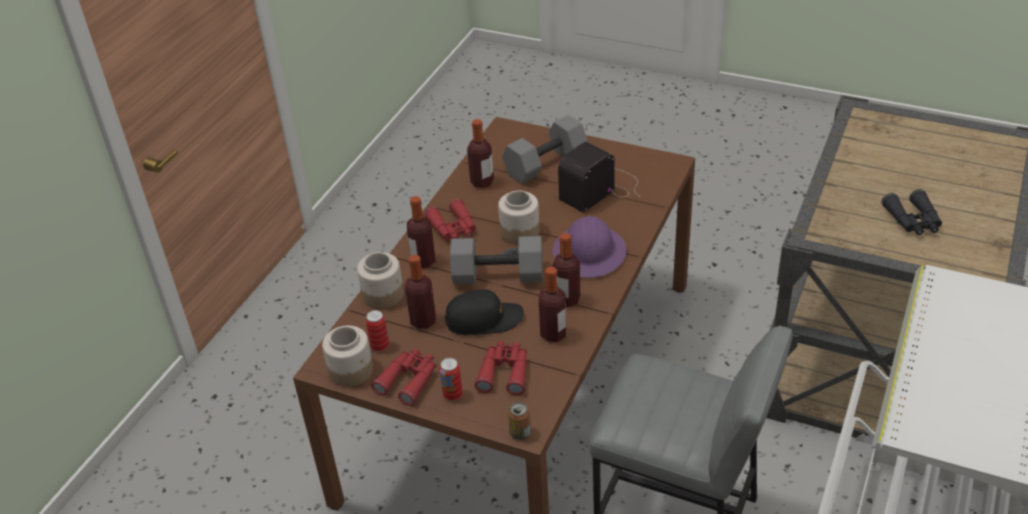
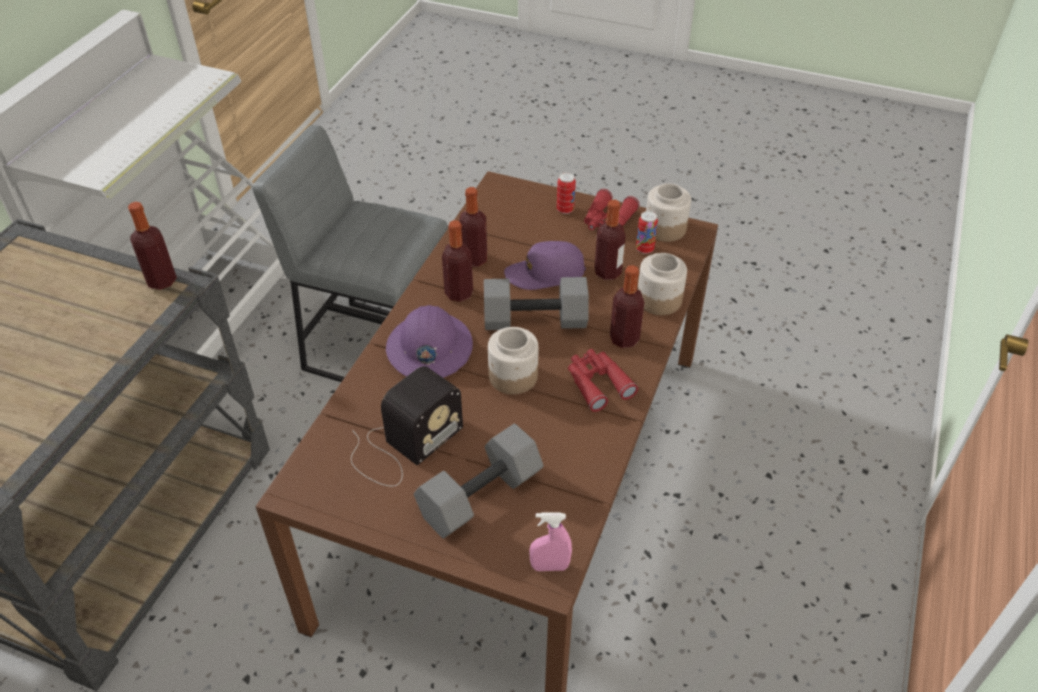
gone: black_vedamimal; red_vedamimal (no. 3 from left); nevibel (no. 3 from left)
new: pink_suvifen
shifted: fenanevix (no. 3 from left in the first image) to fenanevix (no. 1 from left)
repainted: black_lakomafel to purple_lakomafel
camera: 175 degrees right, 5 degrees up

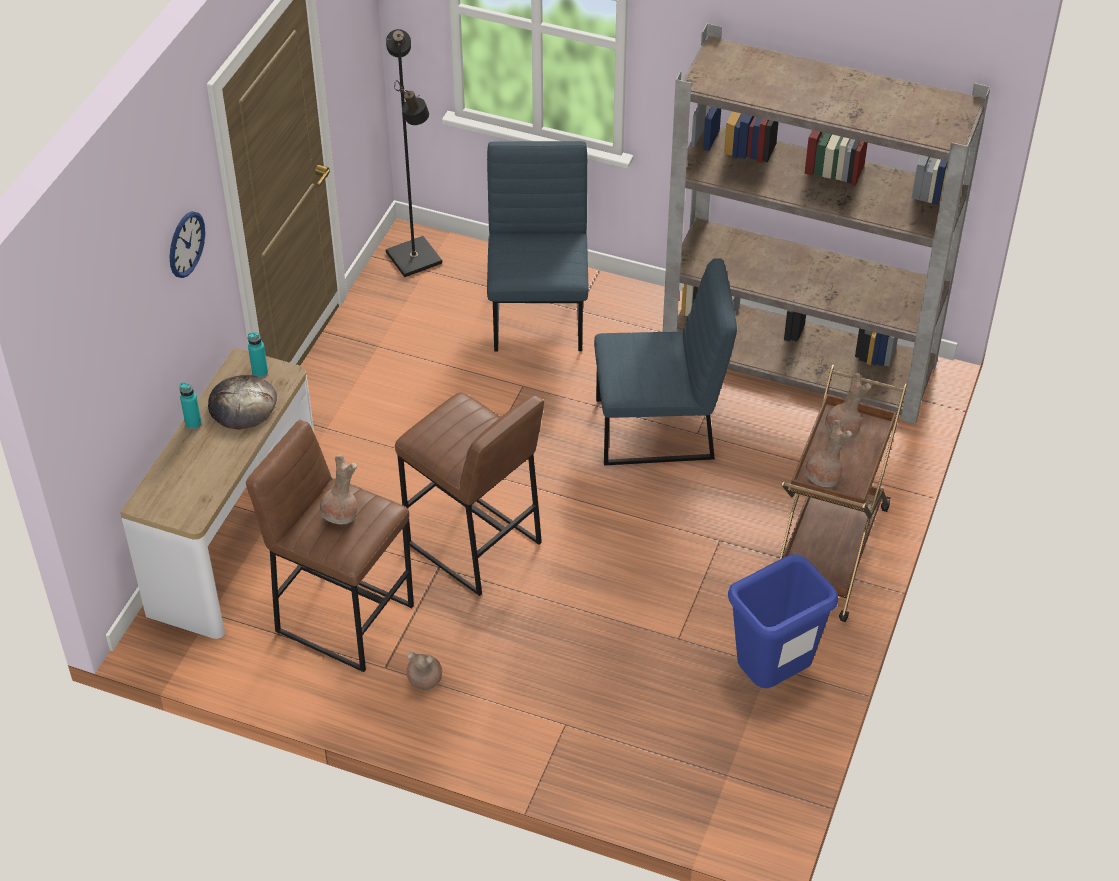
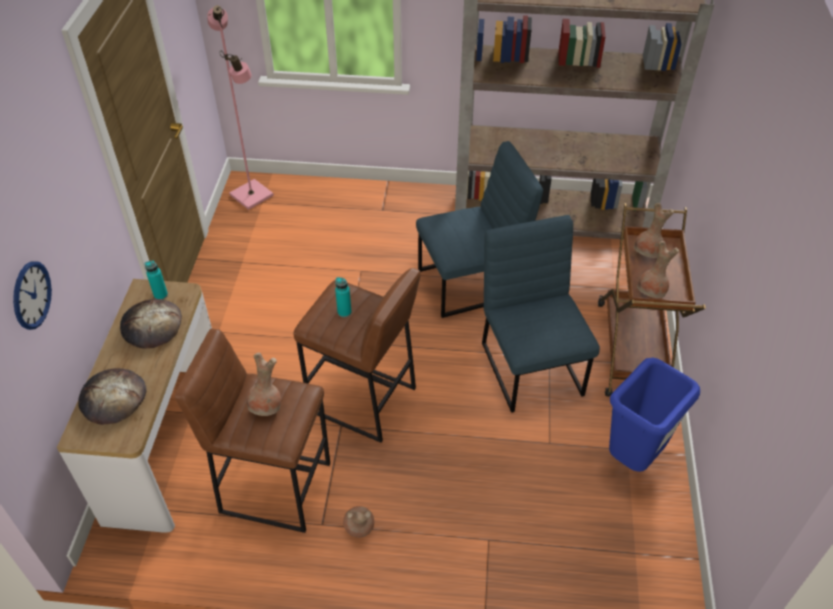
new: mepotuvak (no. 1 from left)
shifted: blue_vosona (no. 1 from left in the first image) to blue_vosona (no. 2 from left); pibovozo; turquoise_fenanevix (no. 1 from left in the first image) to turquoise_fenanevix (no. 2 from left)
repainted: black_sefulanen to pink_sefulanen
camera: 15 degrees left, 0 degrees up

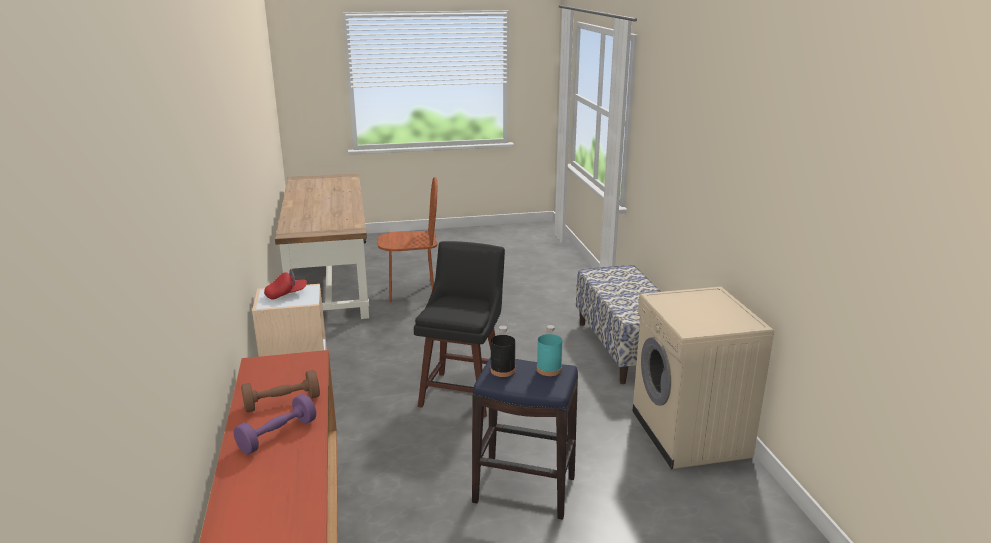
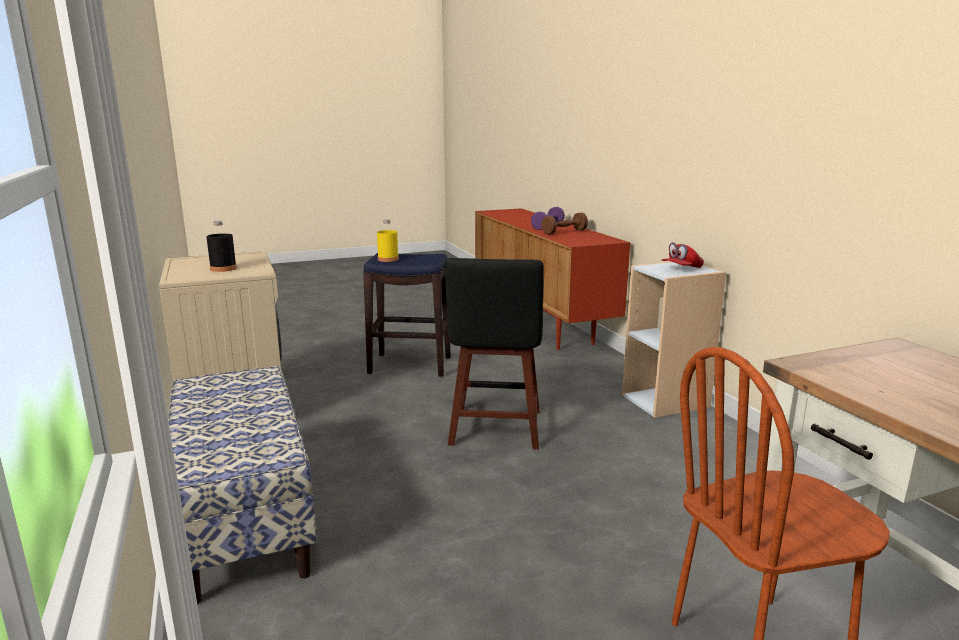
shifted: black_fenanevix
repainted: turquoise_fenanevix to yellow_fenanevix
camera: 170 degrees right, 5 degrees down

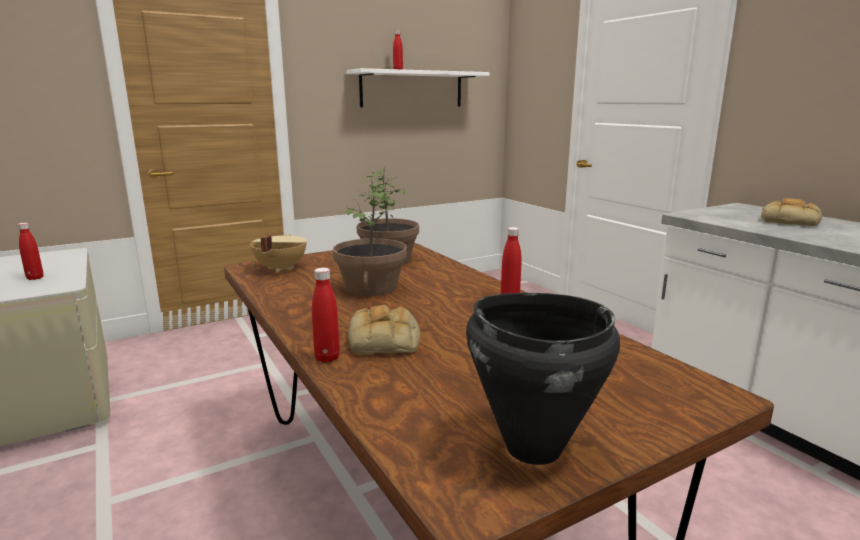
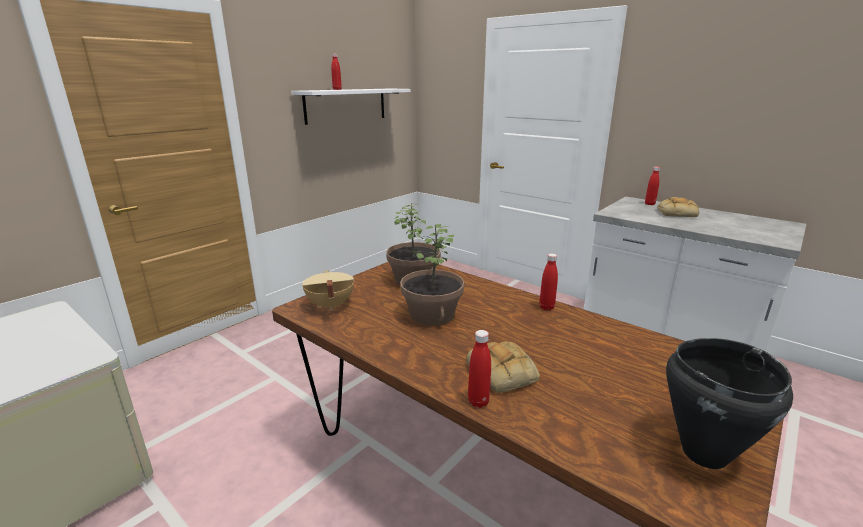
shifted: red_fenanevix (no. 1 from left in the first image) to red_fenanevix (no. 4 from left)
camera: 20 degrees left, 5 degrees up

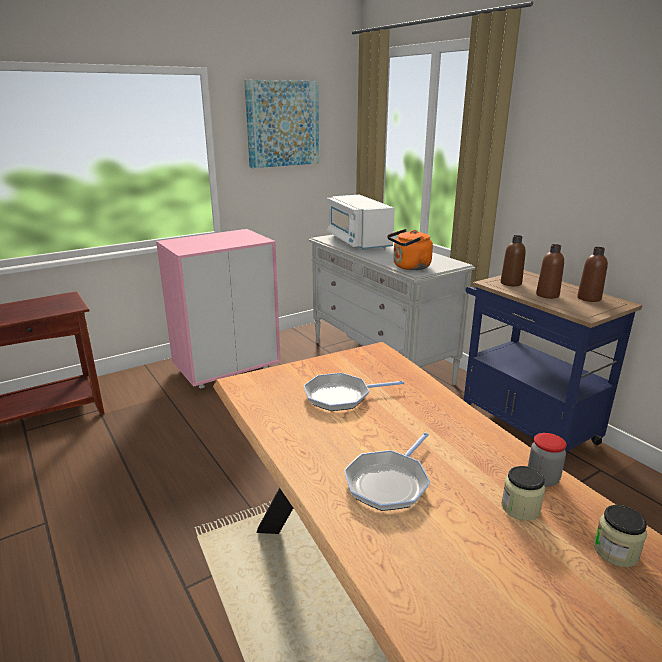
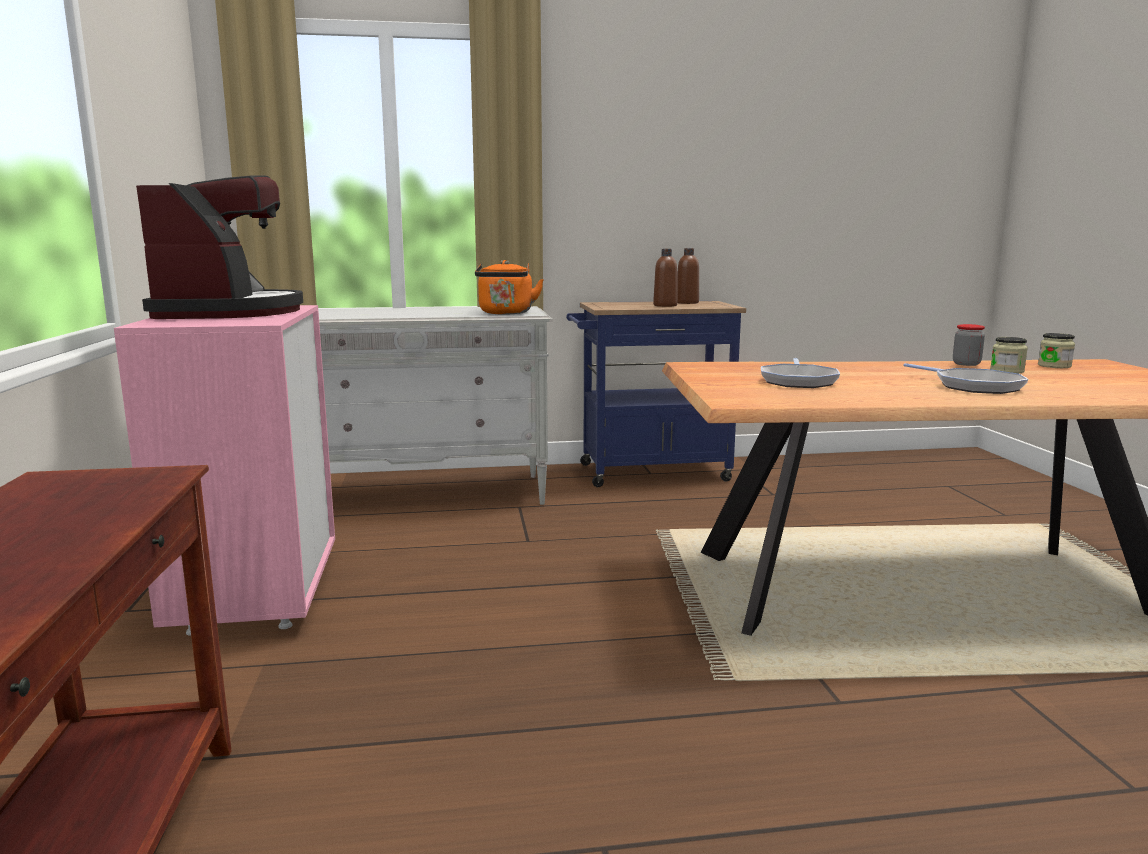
gone: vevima; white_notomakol; brown_fenanevix (no. 1 from left)
new: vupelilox
camera: 65 degrees left, 10 degrees down

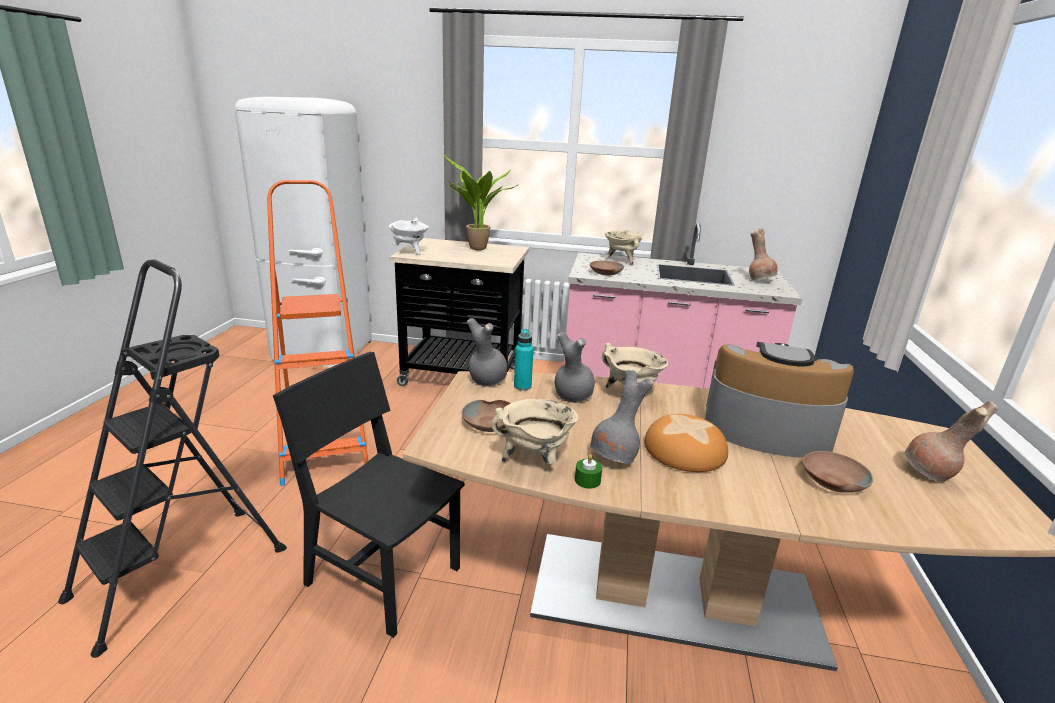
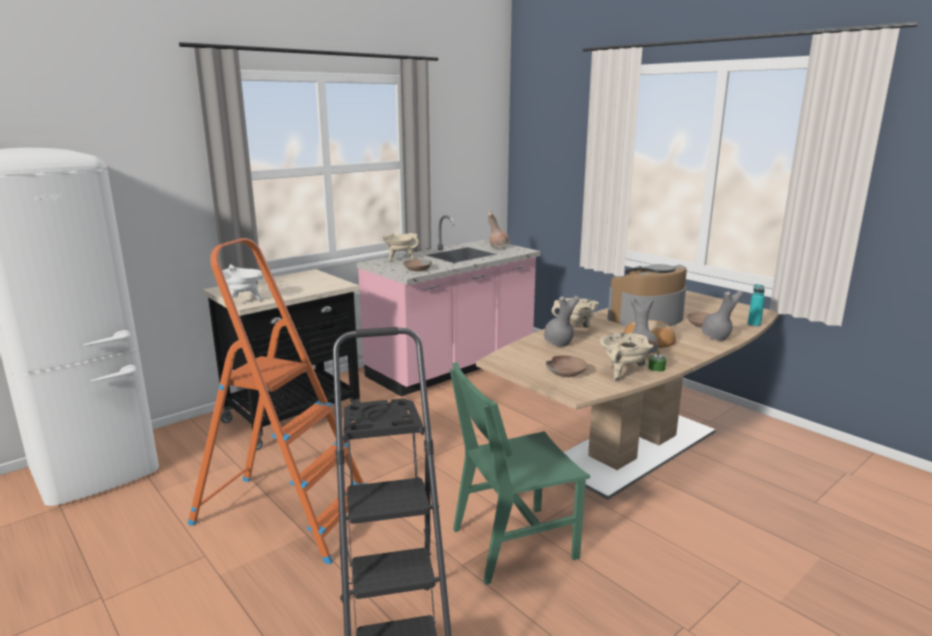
gone: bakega; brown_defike (no. 2 from left)
shifted: grey_defike (no. 1 from left in the first image) to grey_defike (no. 3 from left); turquoise_fenanevix
repainted: black_vosona to green_vosona
camera: 50 degrees left, 5 degrees down

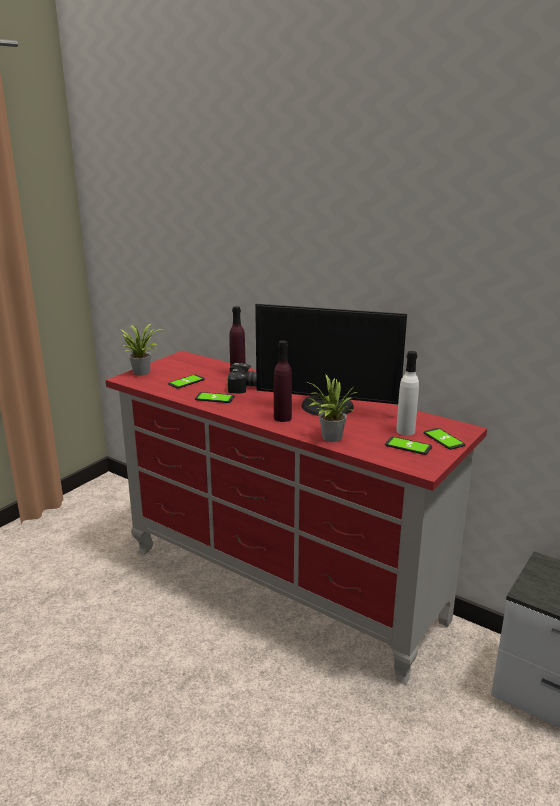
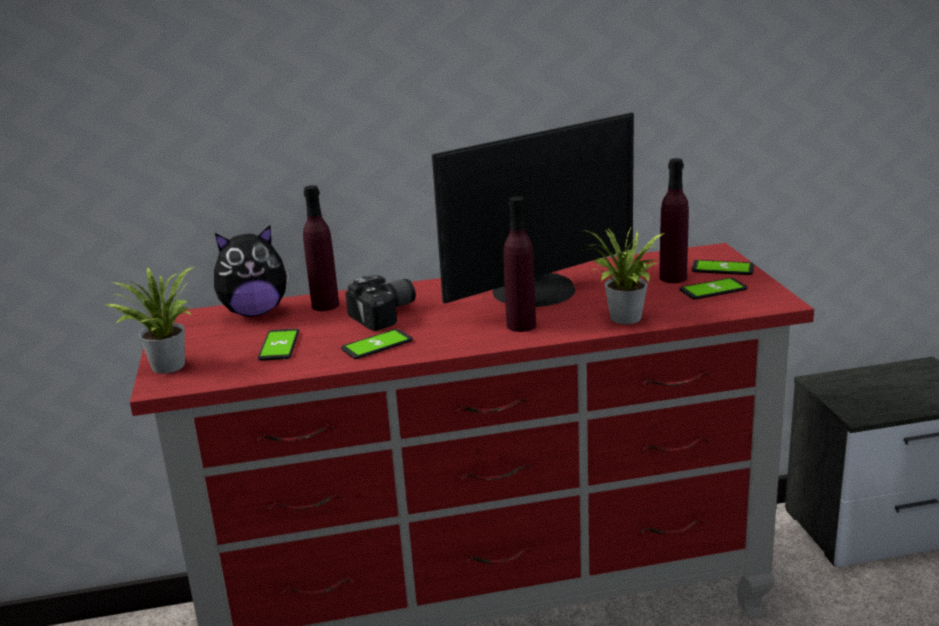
new: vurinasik
repainted: white_fenanevix to purple_fenanevix (no. 3 from left)
camera: 45 degrees left, 0 degrees up

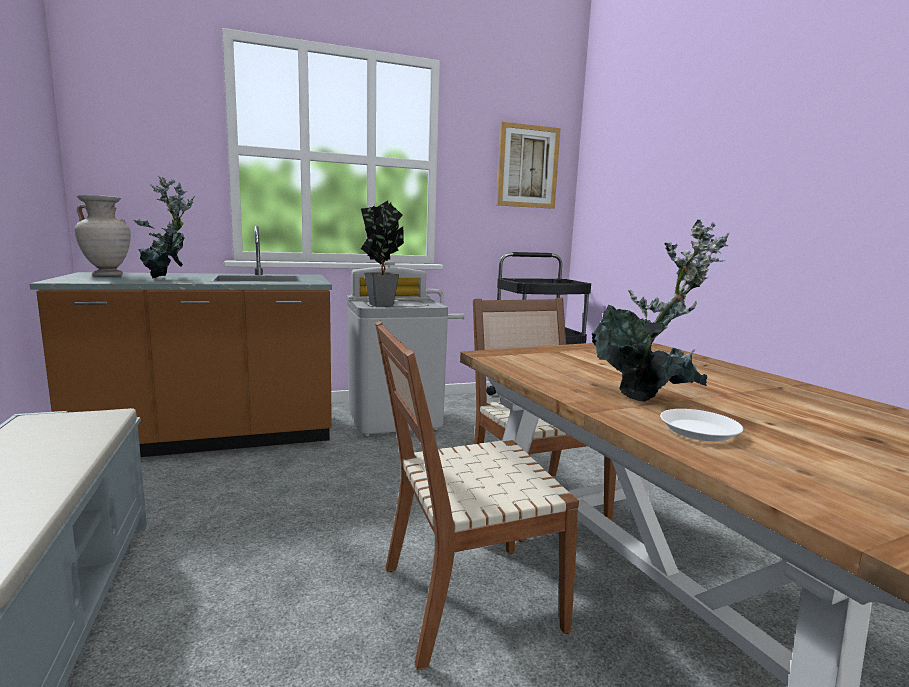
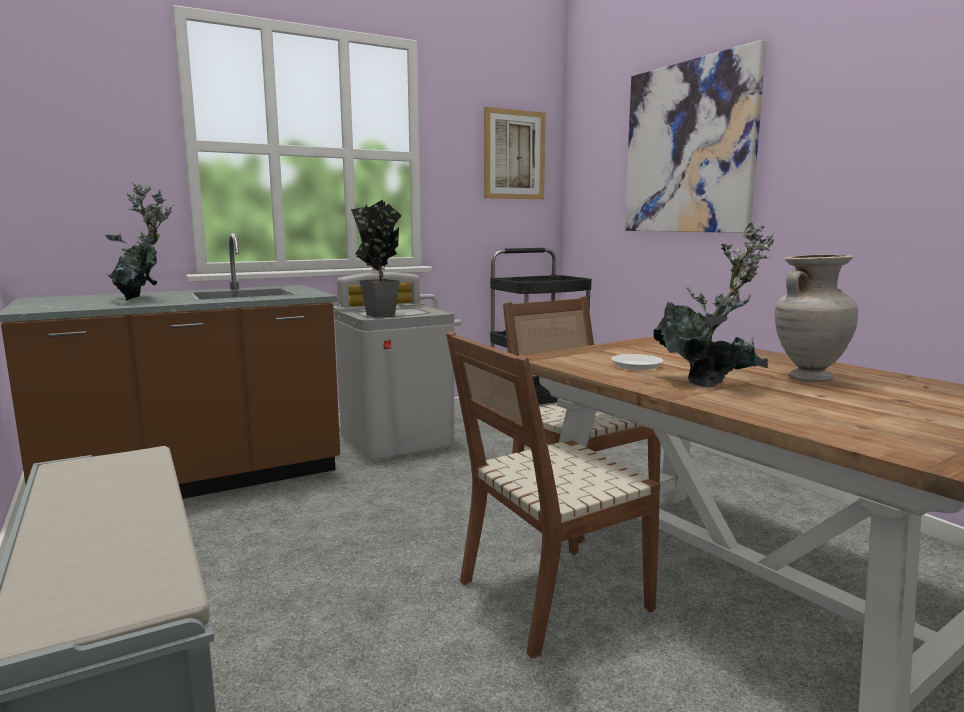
new: vevima (no. 2 from left)
shifted: beige_defike; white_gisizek
camera: 10 degrees left, 0 degrees up

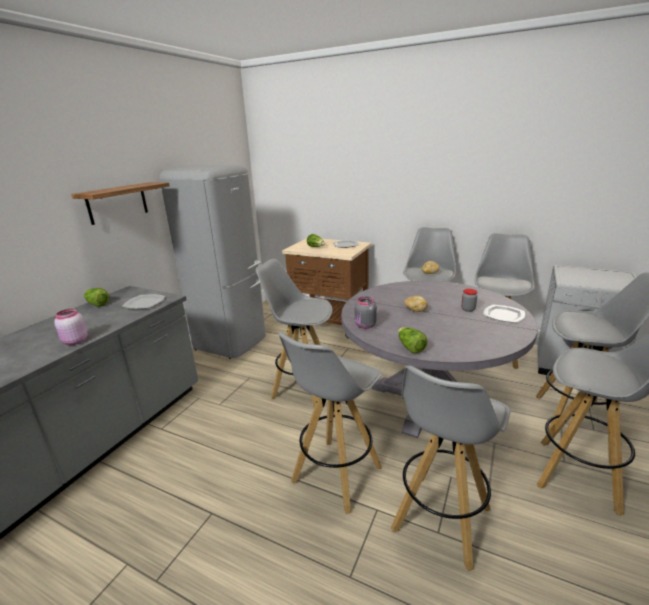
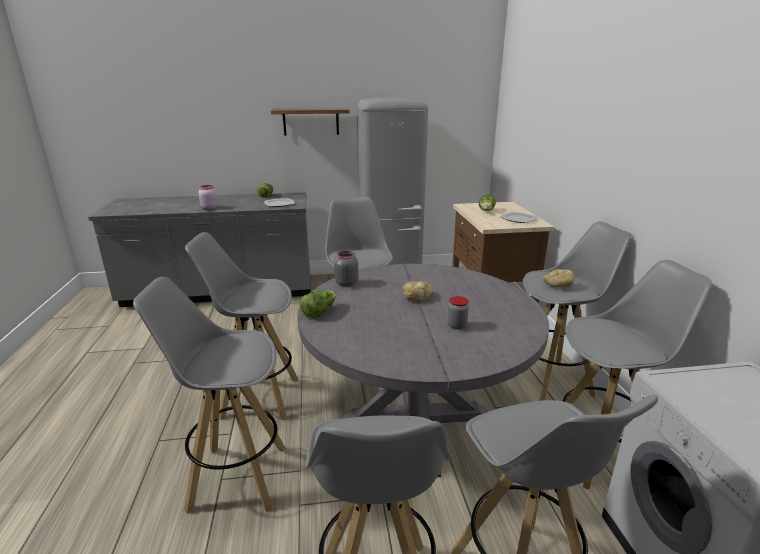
gone: gisizek (no. 3 from left)
camera: 55 degrees right, 0 degrees up

